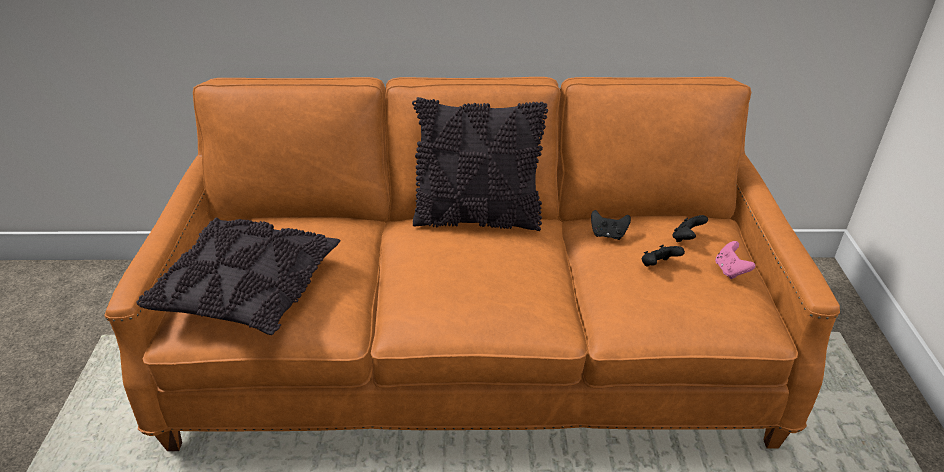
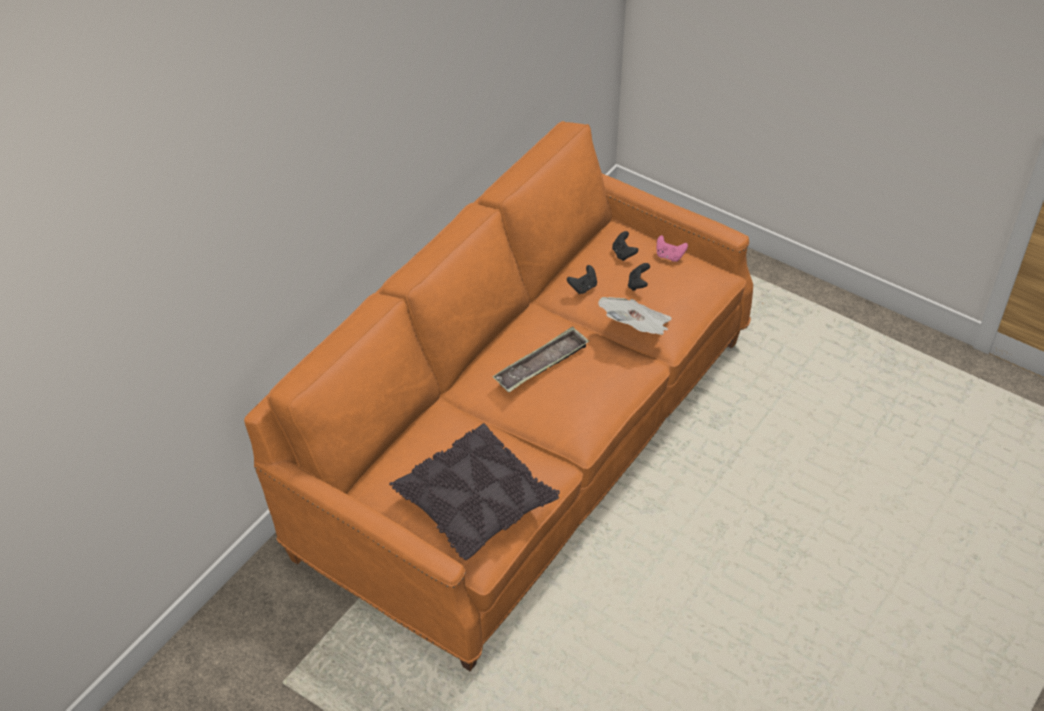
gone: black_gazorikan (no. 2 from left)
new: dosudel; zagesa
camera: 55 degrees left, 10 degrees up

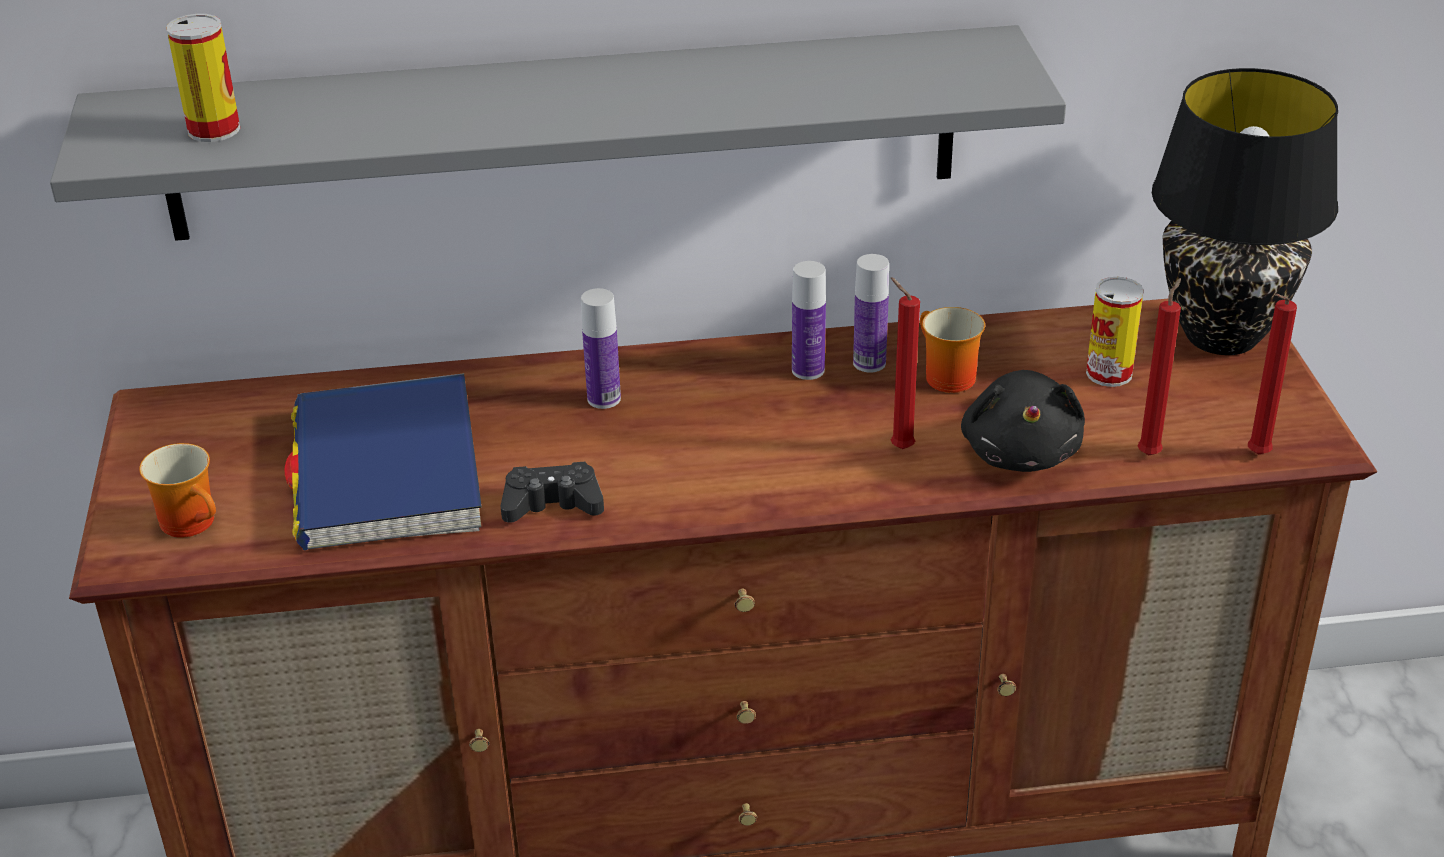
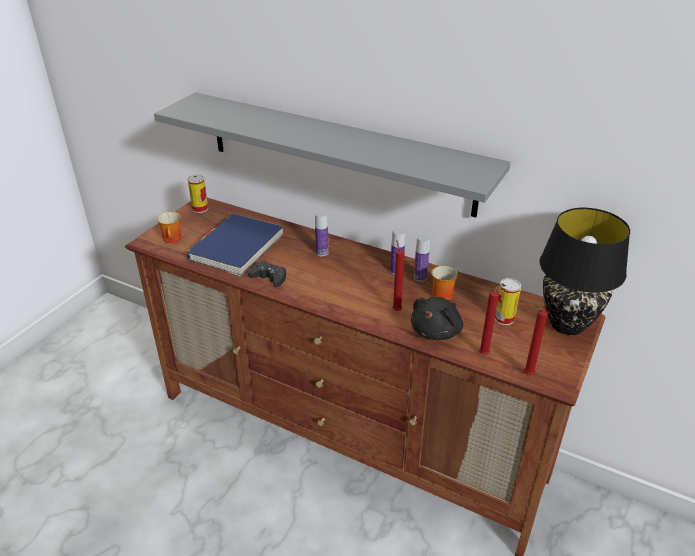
shifted: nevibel (no. 1 from left)
camera: 35 degrees right, 0 degrees up

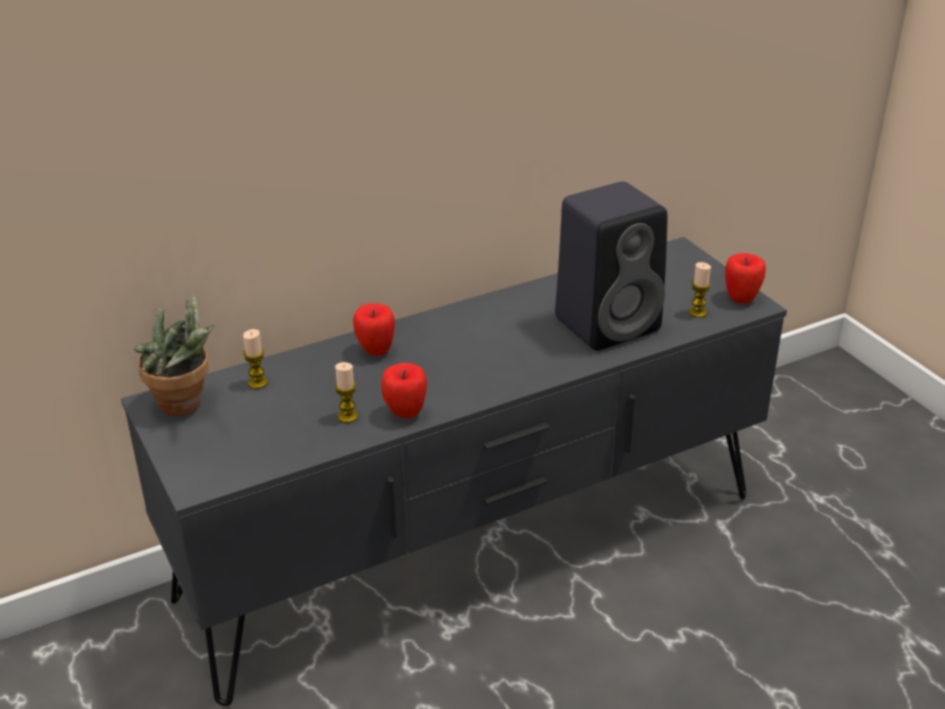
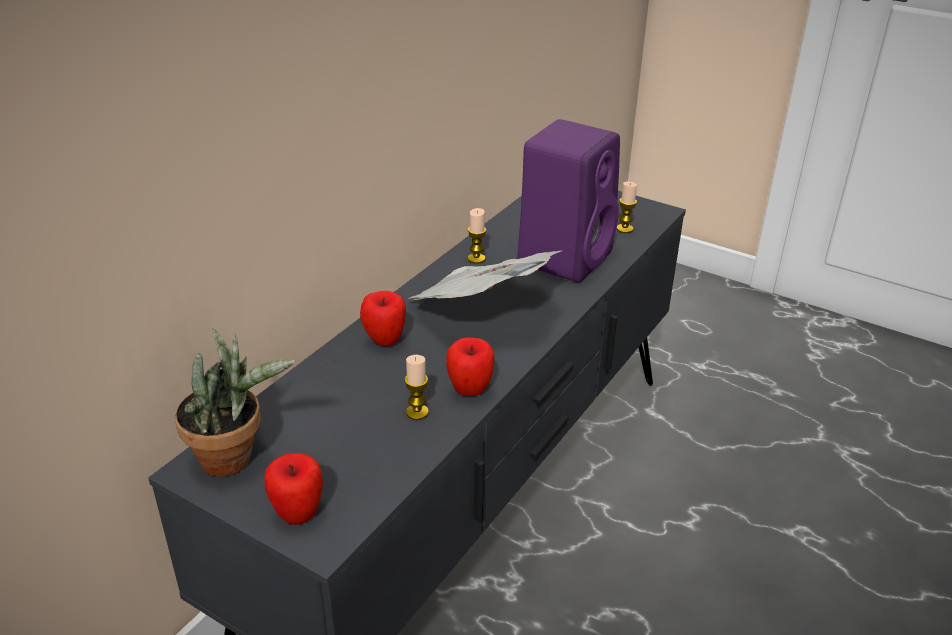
new: dosudel
shifted: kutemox (no. 3 from left in the first image) to kutemox (no. 1 from left); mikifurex (no. 1 from left in the first image) to mikifurex (no. 2 from left)
repainted: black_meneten to purple_meneten
camera: 30 degrees left, 0 degrees up

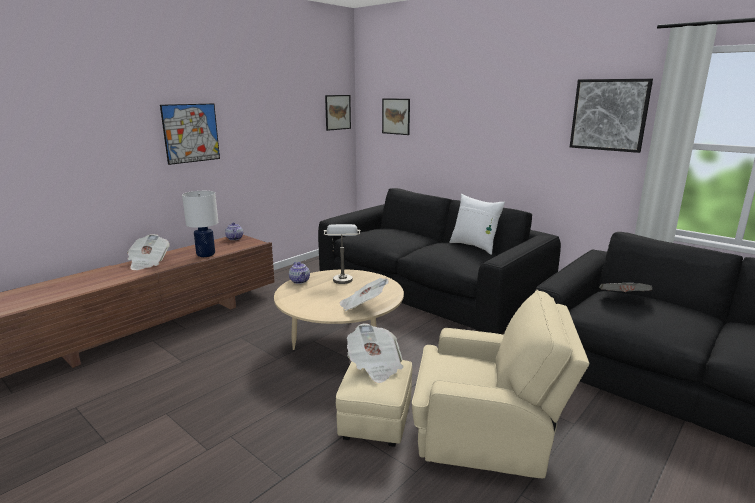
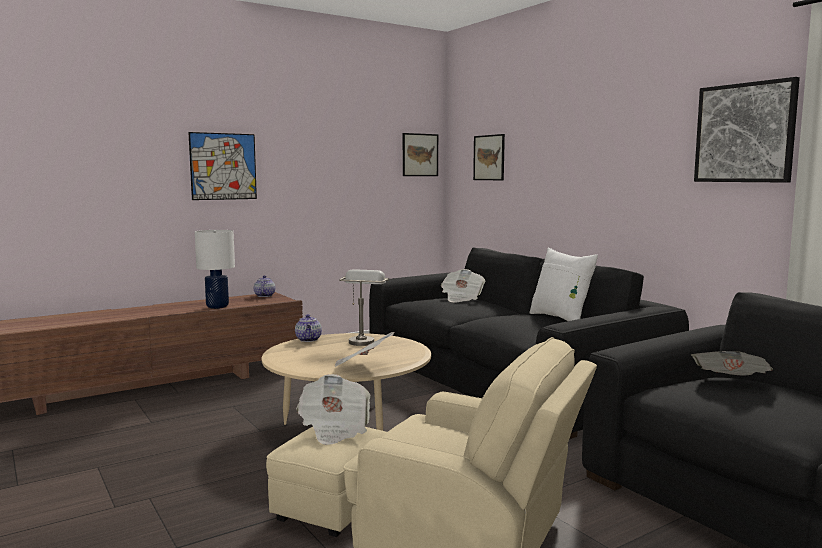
shifted: dosudel (no. 1 from left in the first image) to dosudel (no. 3 from left)
camera: 15 degrees right, 10 degrees down

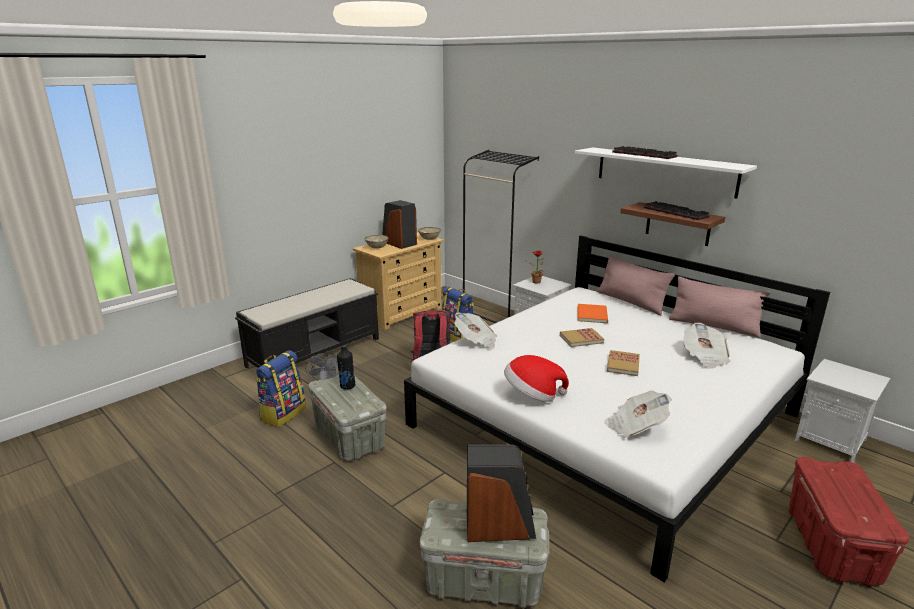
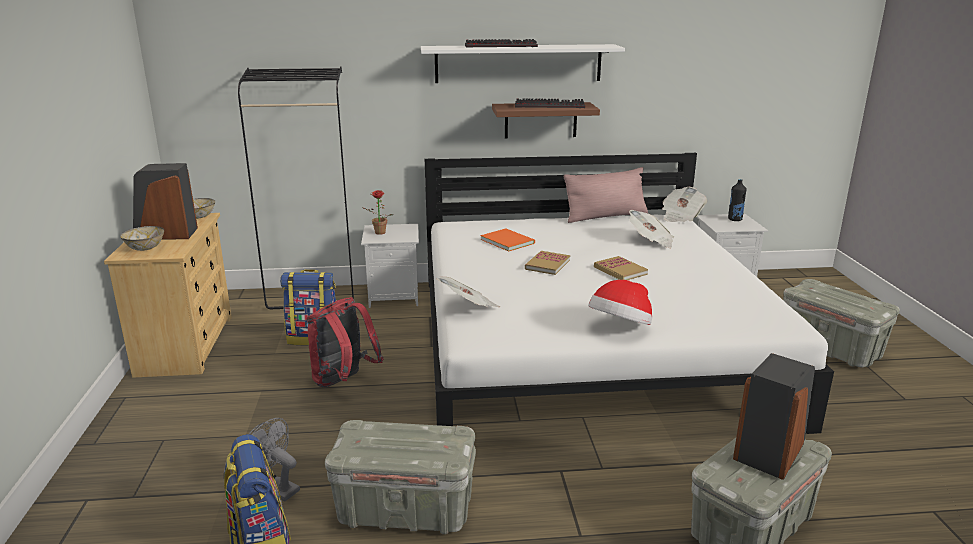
gone: pink_gazorikan (no. 1 from left); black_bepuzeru
shifted: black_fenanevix; dosudel (no. 2 from left in the first image) to dosudel (no. 3 from left)
repainted: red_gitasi to grey_gitasi (no. 3 from left)
camera: 50 degrees left, 0 degrees up

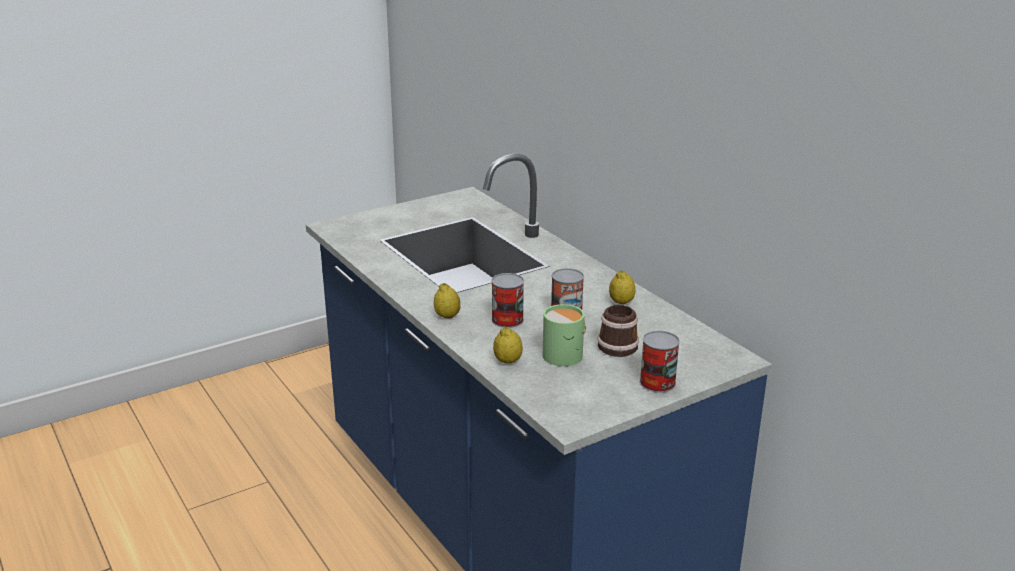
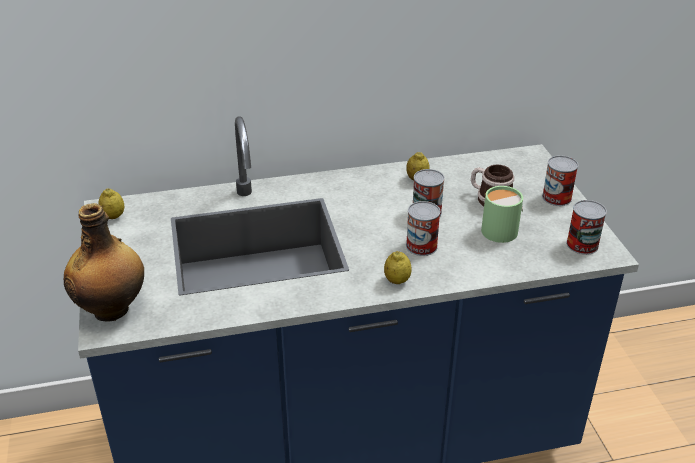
new: nevibel (no. 4 from left); fenanevix
shifted: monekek (no. 2 from left in the first image) to monekek (no. 1 from left)
camera: 70 degrees left, 10 degrees up

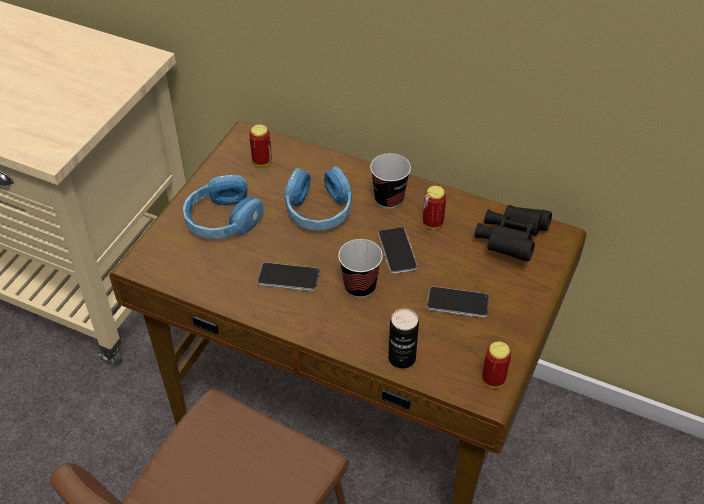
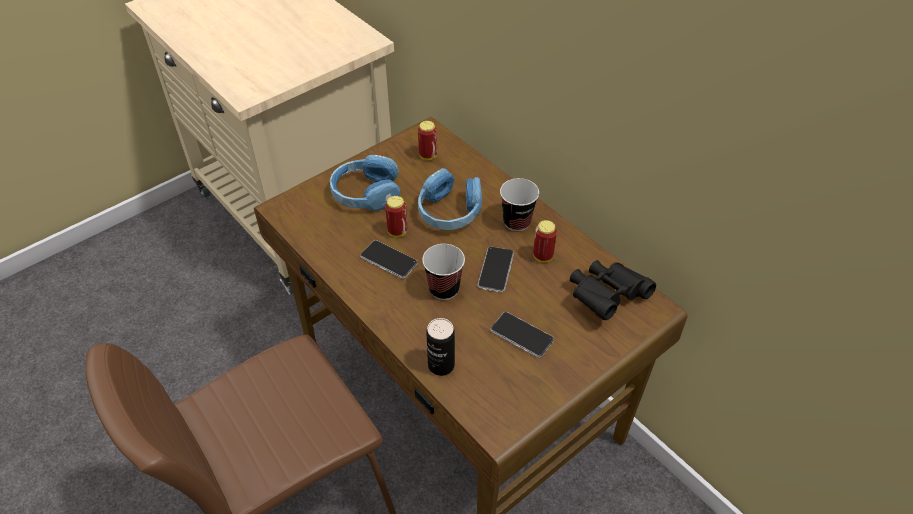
shifted: nevibel (no. 4 from left in the first image) to nevibel (no. 1 from left)
camera: 25 degrees right, 0 degrees up

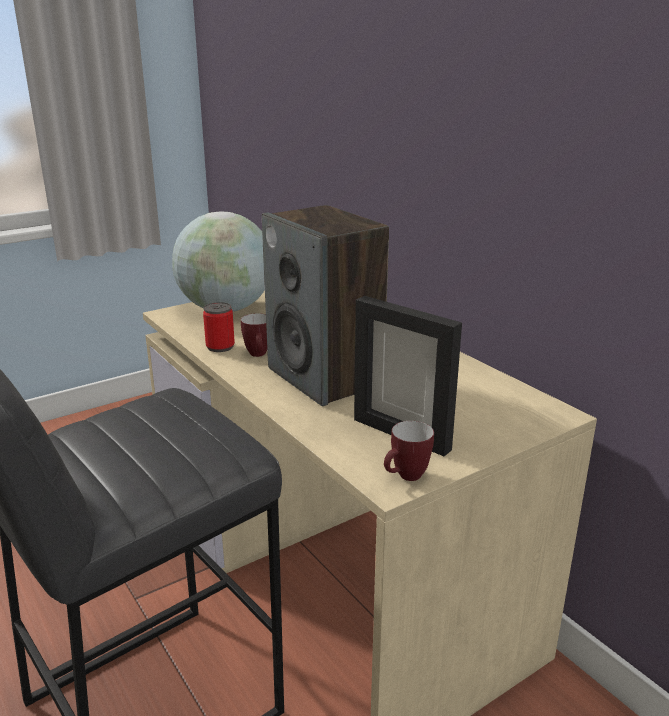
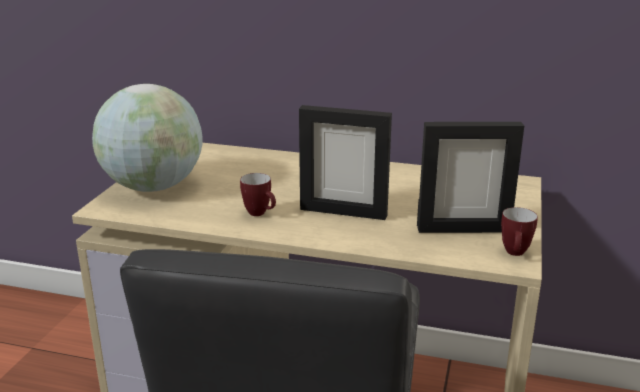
gone: nevibel
swapped: meneten to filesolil (no. 1 from left)
camera: 40 degrees left, 0 degrees up

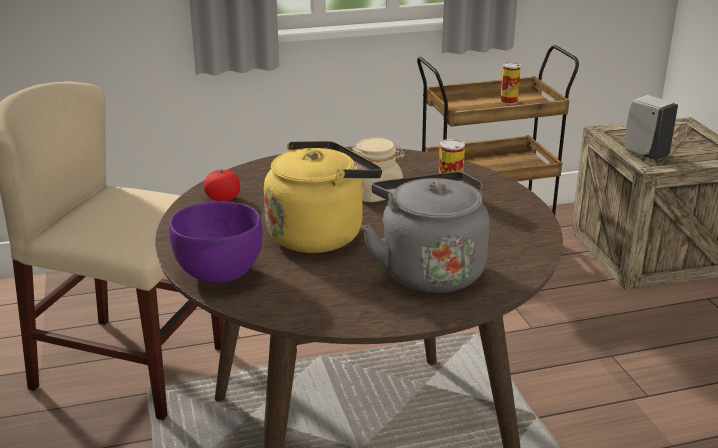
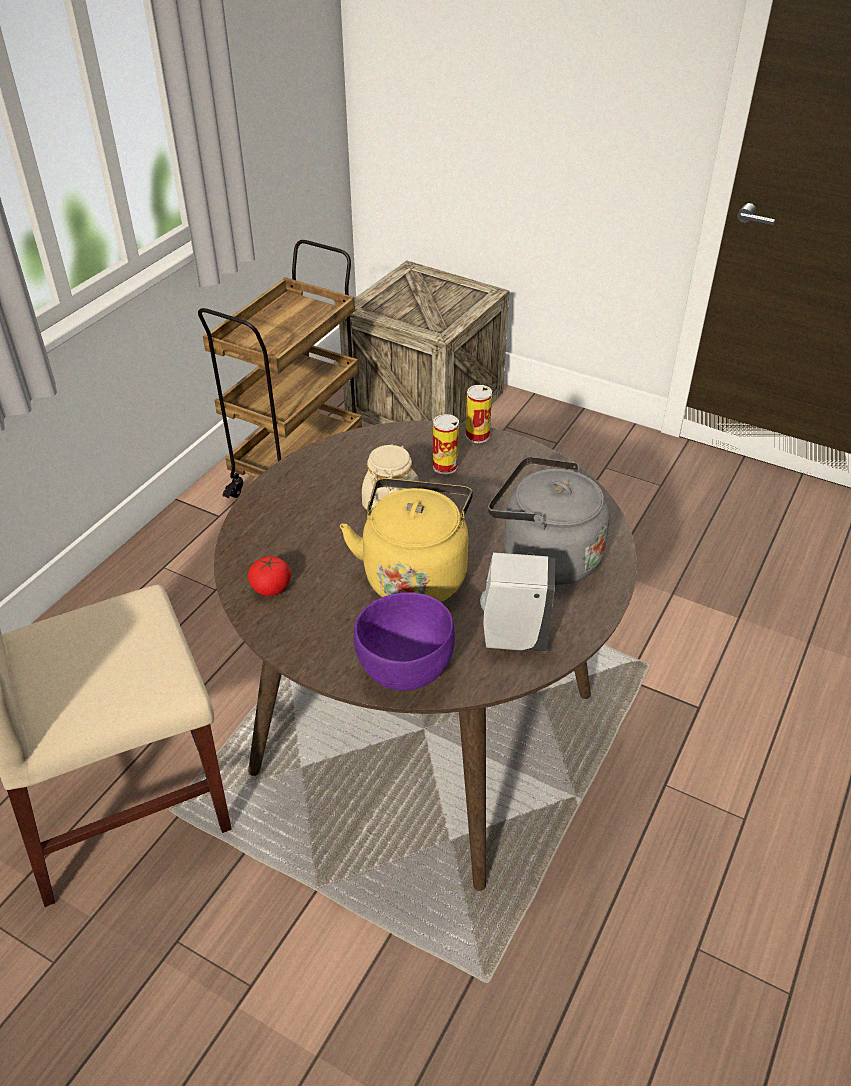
shifted: nevibel (no. 2 from left); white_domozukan
camera: 45 degrees left, 15 degrees up

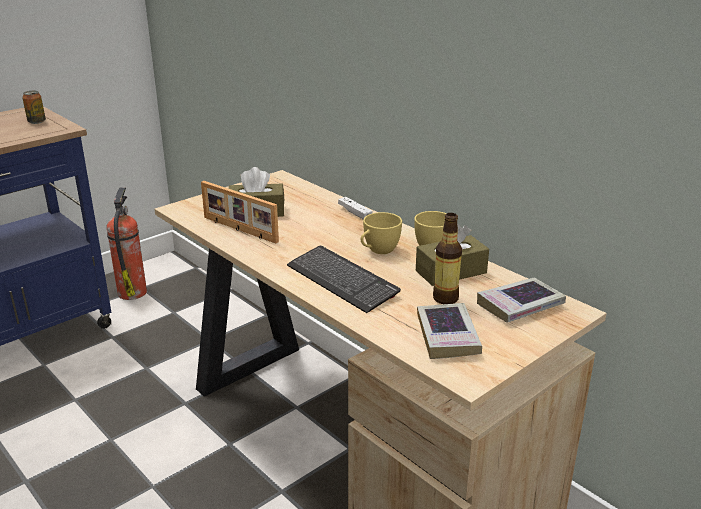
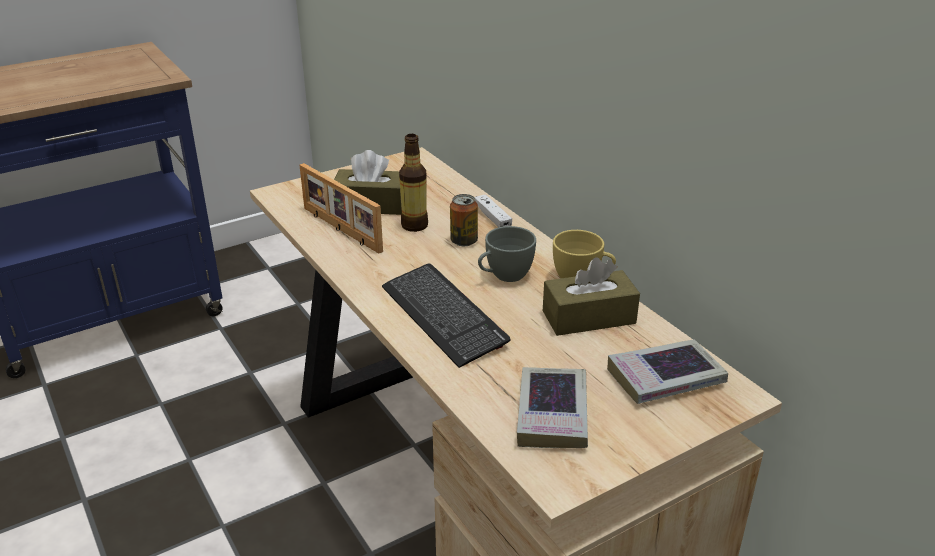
gone: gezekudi
shifted: nevibel; fenanevix
repainted: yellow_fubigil (no. 1 from left) to grey_fubigil
camera: 10 degrees right, 5 degrees up

